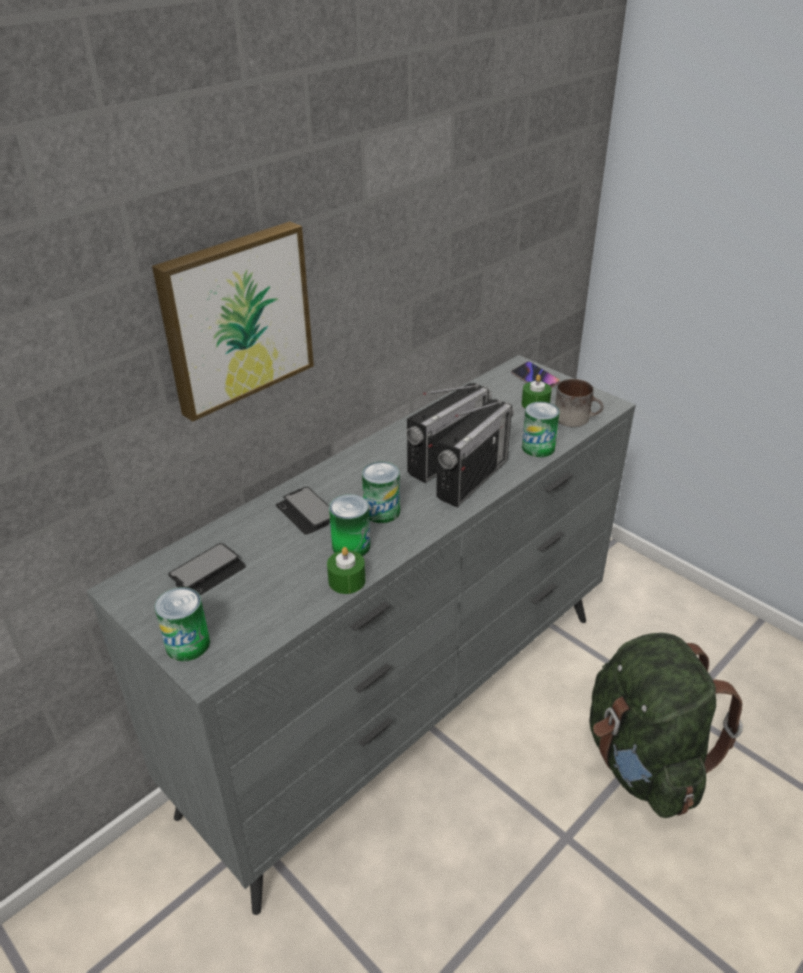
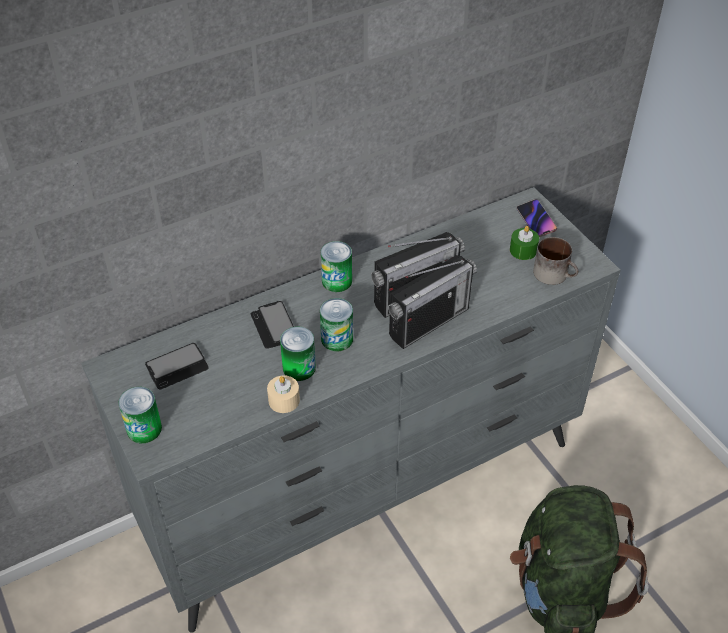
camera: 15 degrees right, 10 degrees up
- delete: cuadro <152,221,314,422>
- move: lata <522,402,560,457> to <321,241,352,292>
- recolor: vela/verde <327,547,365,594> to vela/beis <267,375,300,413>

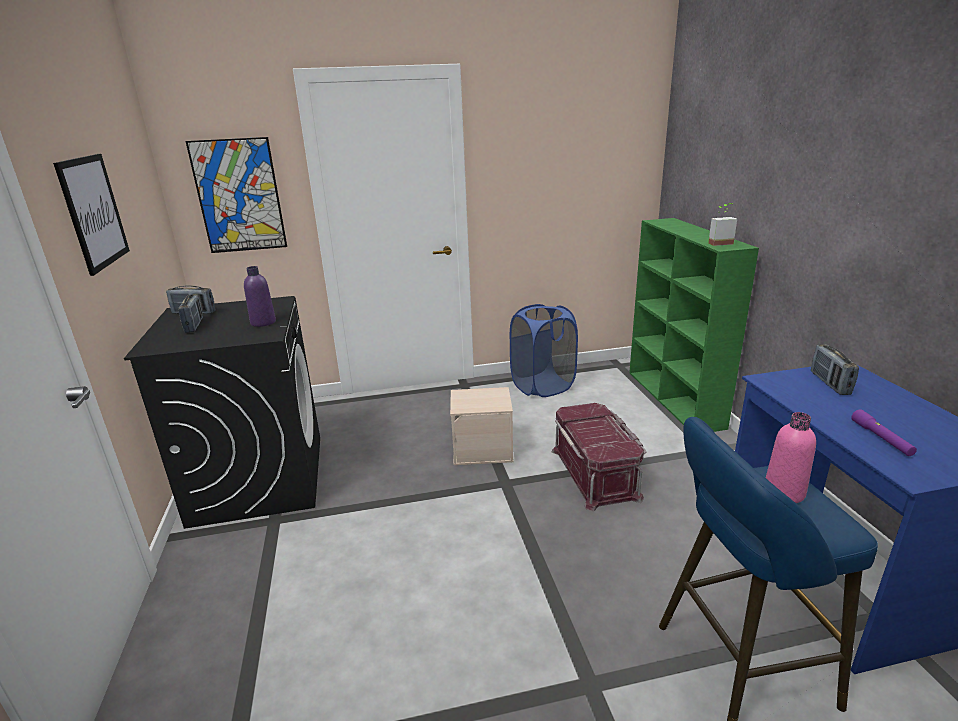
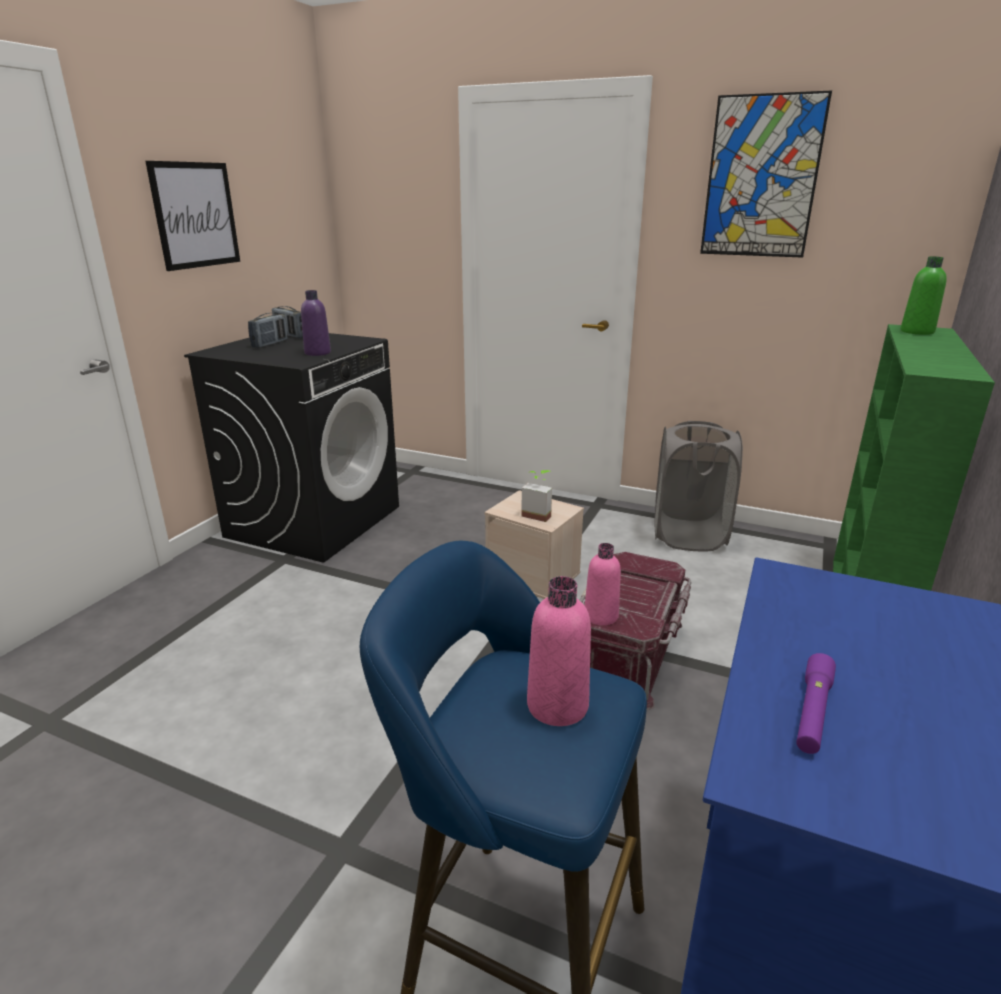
camera: 35 degrees right, 0 degrees up
- move: cuadro <186,137,287,253> to <700,90,832,258>
- move: planta en maceta <708,203,737,246> to <521,470,552,522>
- recolor: cesto de la ropa/azul <510,304,578,397> to cesto de la ropa/gris <654,421,743,551>
- delete: radio <811,344,859,395>
- insert: botella/verde <901,256,947,335>
- insert: botella/rosa <585,543,621,625>

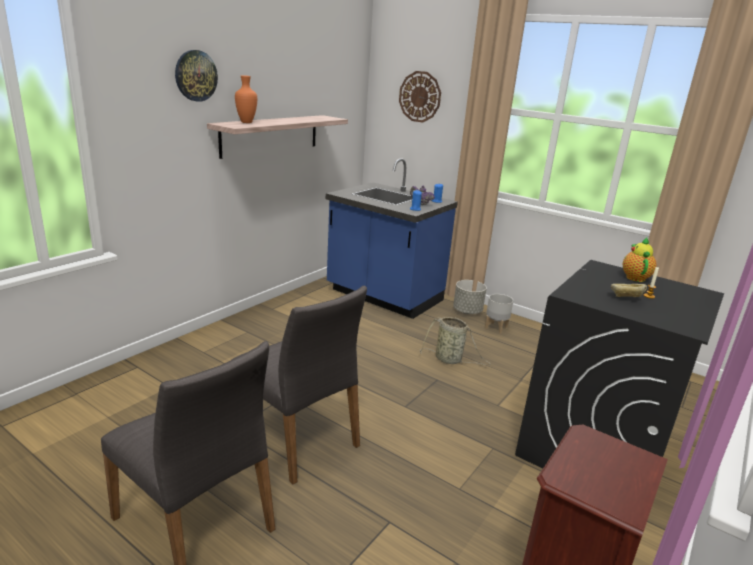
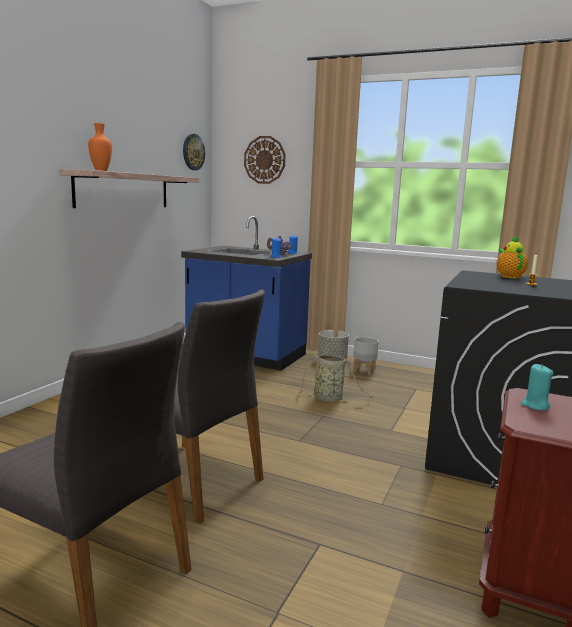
camera: 10 degrees left, 10 degrees down
- move: reloj de pared <175,50,218,102> to <183,134,205,170>
- delete: pan <611,284,647,297>
- insert: vela/turquesa <521,364,554,410>

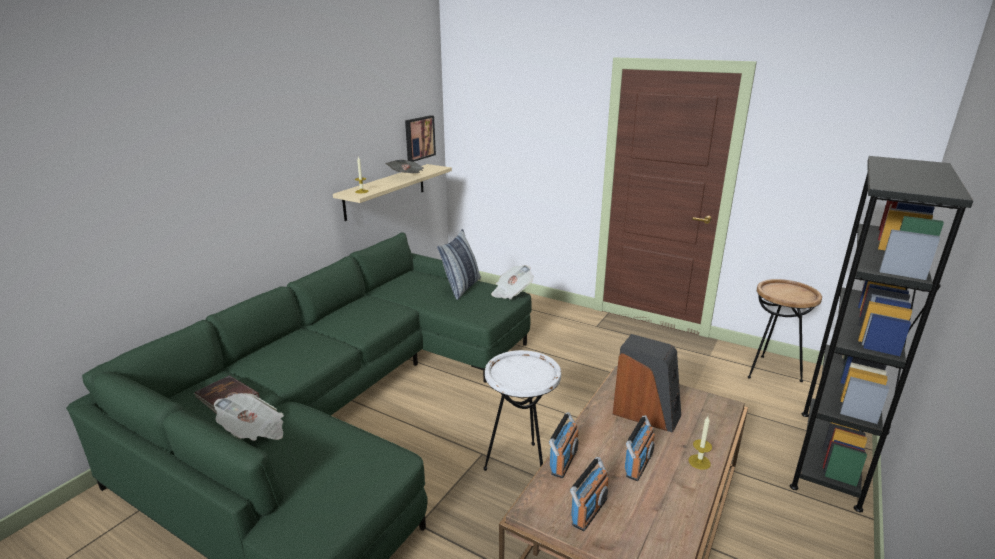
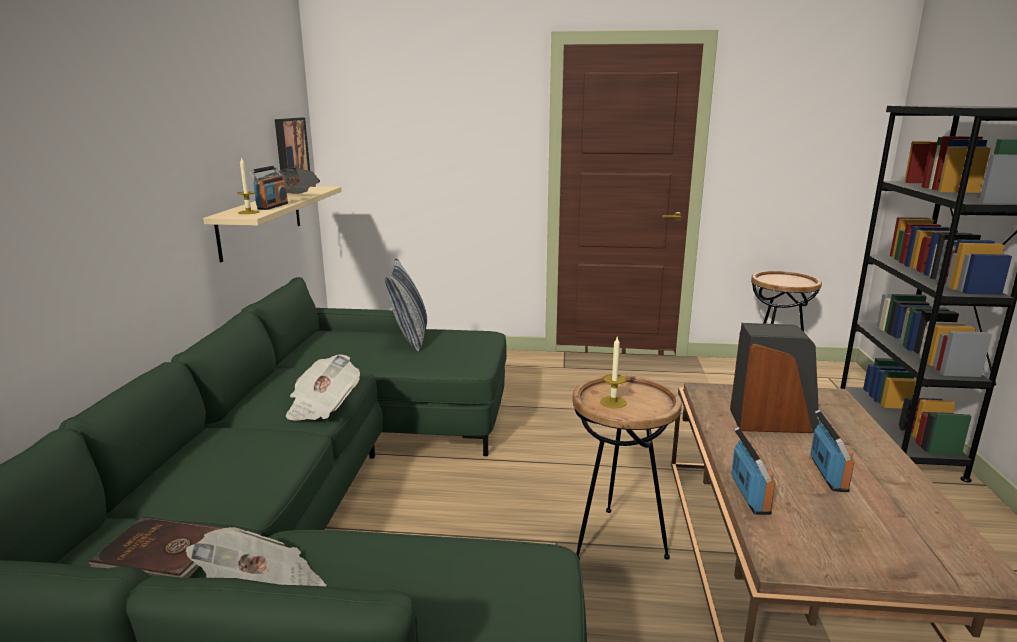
camera: 25 degrees left, 5 degrees down
- move: periódico <491,265,534,299> to <286,354,360,421>
- recolor: mesa auxiliar/blanco <483,350,561,471> to mesa auxiliar/marrón <572,375,682,560>
- move: vela <688,416,712,470> to <600,337,627,408>
- move: radio <570,457,609,531> to <249,166,288,210>

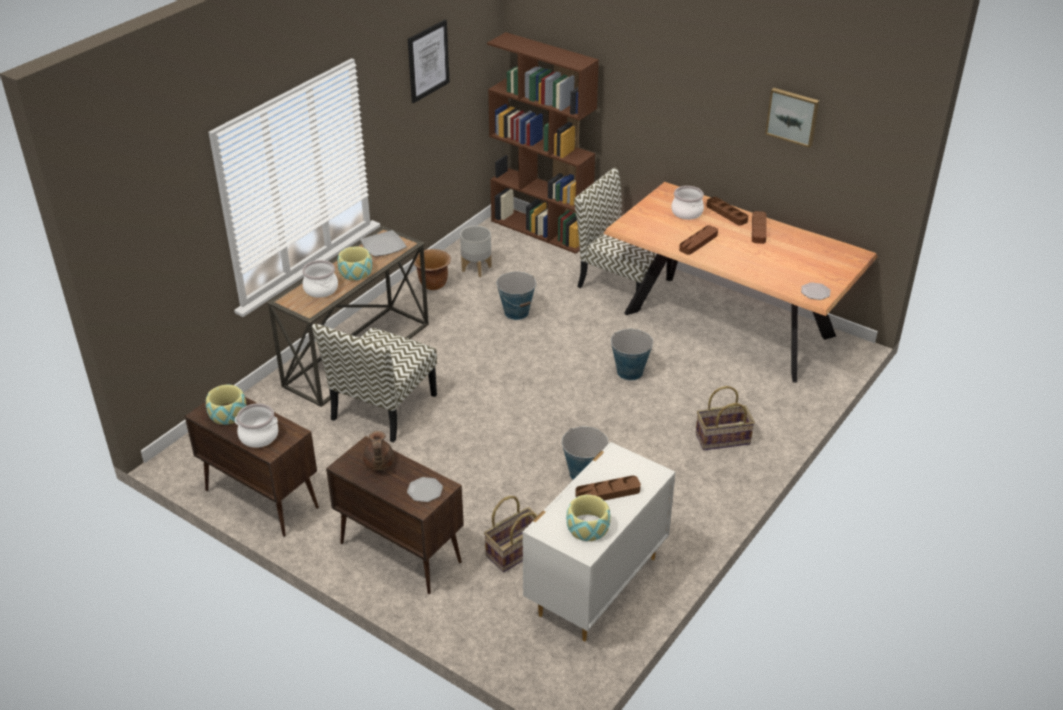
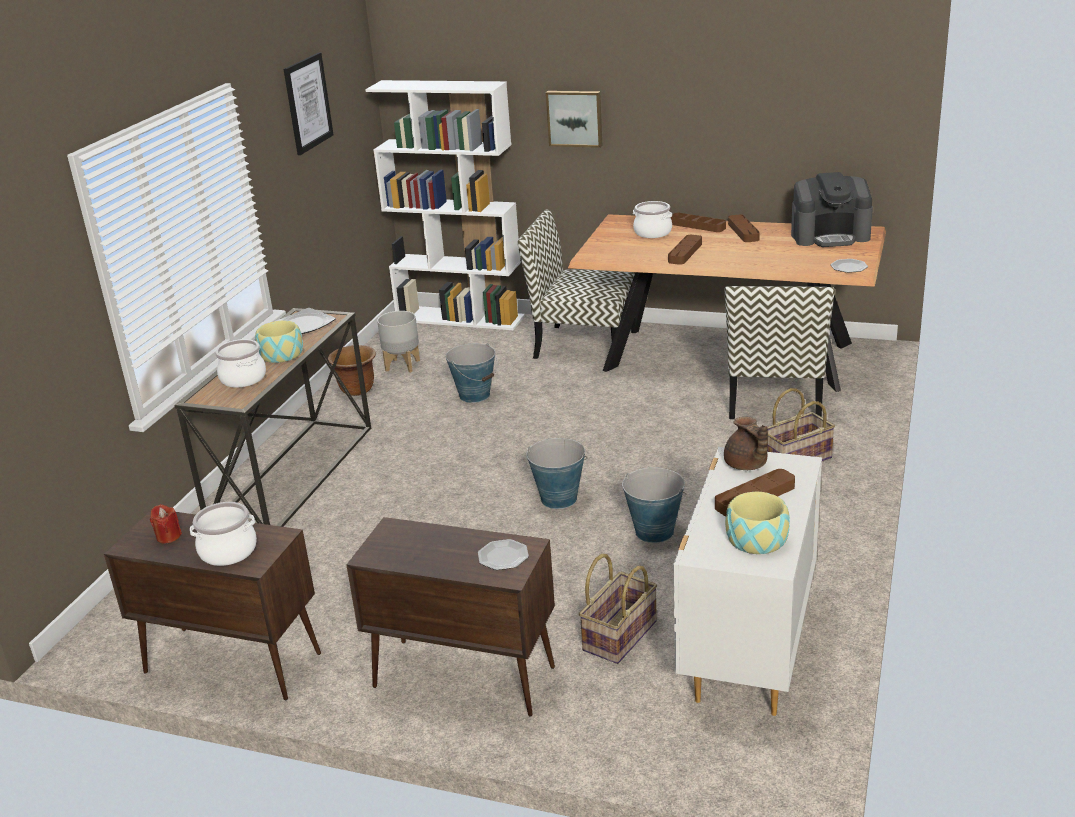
camera: 15 degrees left, 10 degrees down
- recolor: estantería/marrón <487,32,599,254> to estantería/blanco <365,80,525,330>
- move: cuadro <765,88,819,148> to <546,91,602,148>
- move: silla <312,324,437,443> to <724,286,835,419>
- move: cubo <611,329,654,380> to <527,438,587,509>
- replace: cuenco <206,385,247,425> to vela/rojo <150,504,182,543>
- move: tetera/marrón <363,431,394,470> to <724,417,768,470>
- insert: cafetera <791,172,873,247>

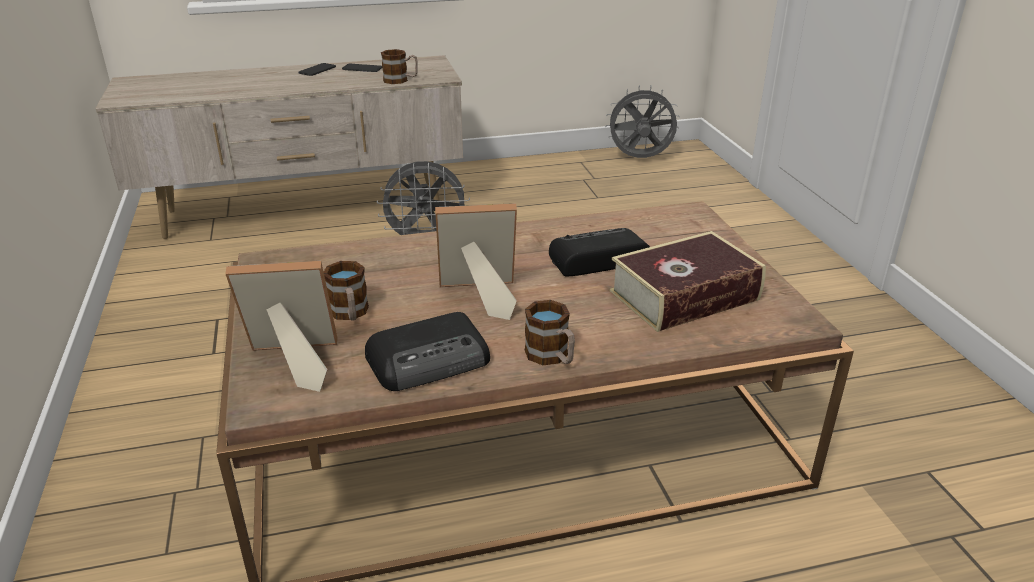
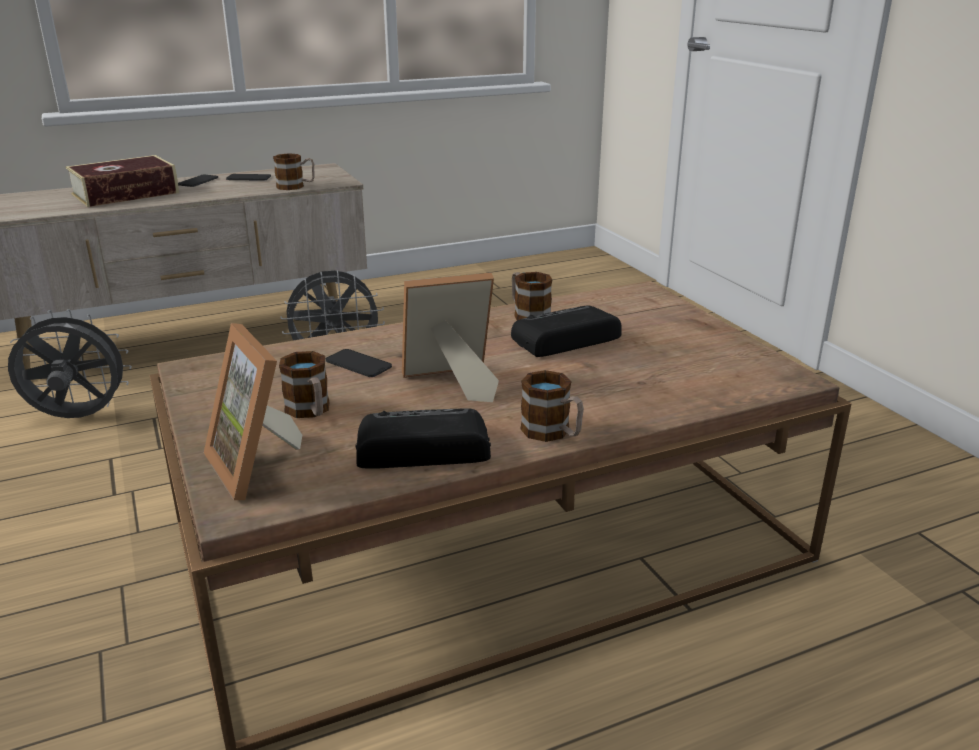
camera: 10 degrees left, 5 degrees down
- move: ventilador/gris <605,85,680,158> to <8,309,132,418>
- move: libro <610,231,766,332> to <66,155,179,207>
- rotate: portarretratos <225,261,338,392> = <204,323,302,500> 105 degrees counterclockwise
- rotate: radio <365,312,490,391> = <356,408,491,469> 150 degrees counterclockwise
- insert: taza grande <512,272,552,320>
- insert: móvil <326,349,392,377>

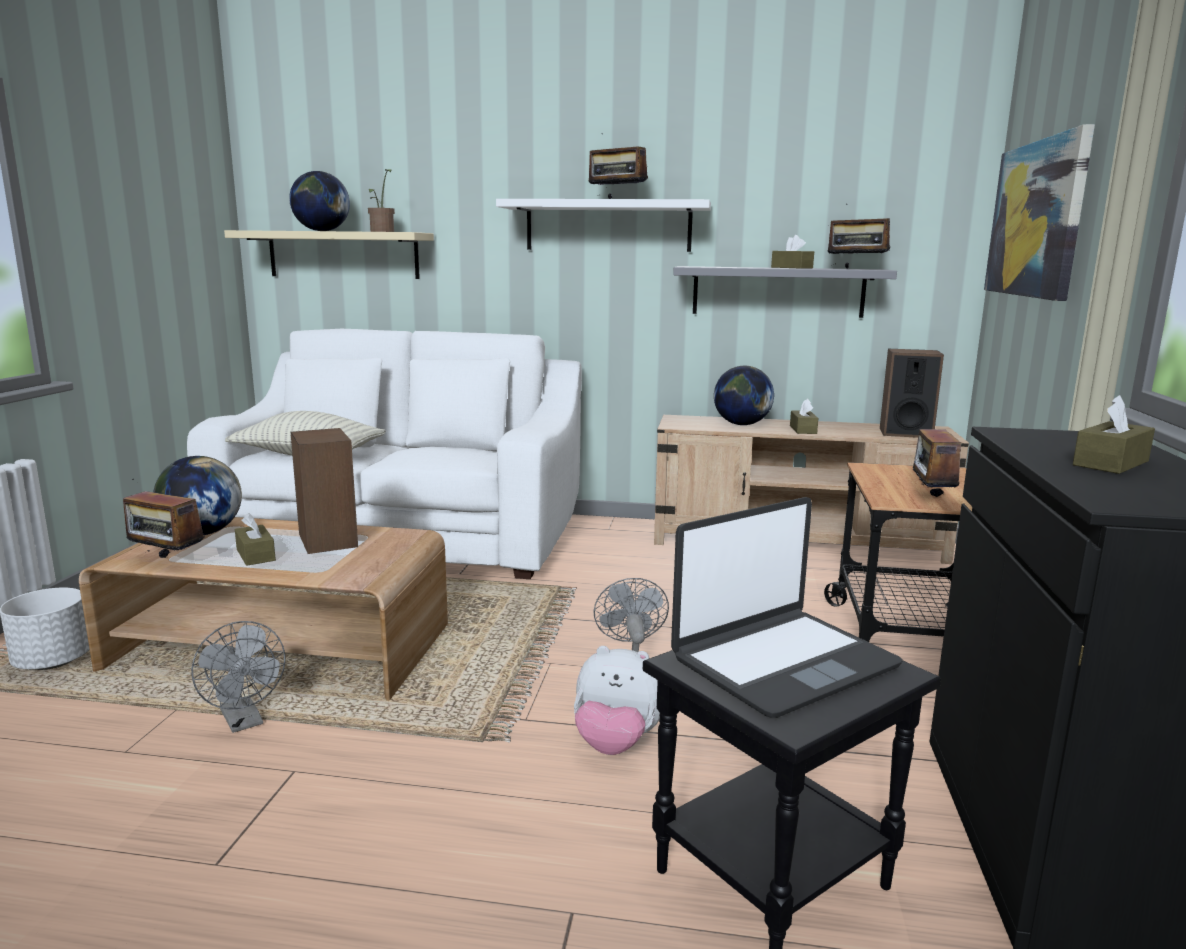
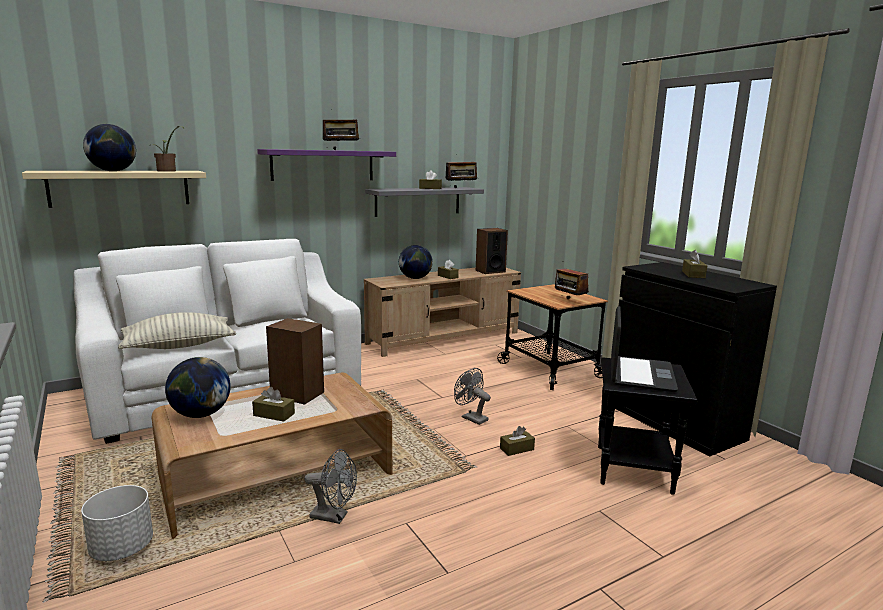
camera: 40 degrees left, 0 degrees up
- delete: cuadro <984,124,1095,301>
- recolor: estante/blanco <496,199,711,252> to estante/morado <257,149,396,181>
- delete: radio <123,479,205,558>
- replace: peluche <574,646,660,755> to caja de pañuelos/marrón <500,426,535,456>

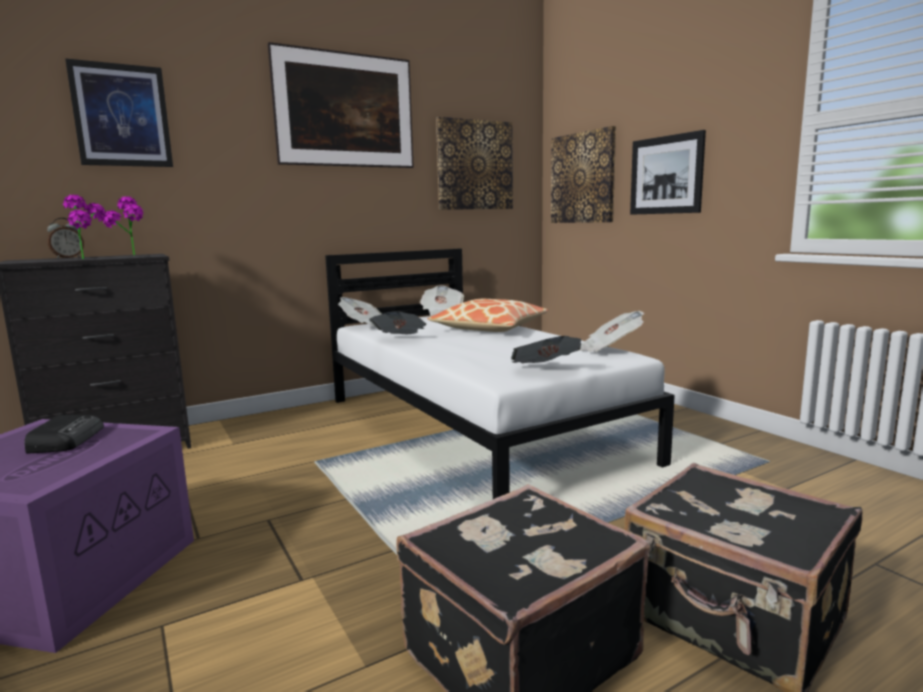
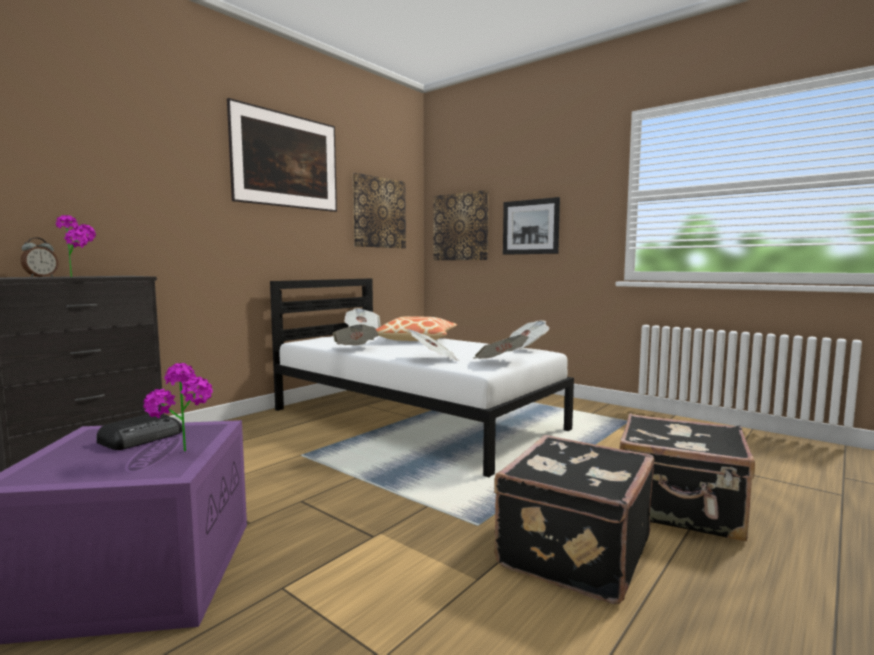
camera: 20 degrees left, 5 degrees down
- delete: cuadro <65,58,173,167>
- move: planta en maceta <102,197,144,256> to <143,363,213,452>
- move: periódico <338,297,382,327> to <407,329,459,361>
- rotate: radio <25,415,104,454> = <97,414,182,450> 60 degrees clockwise

